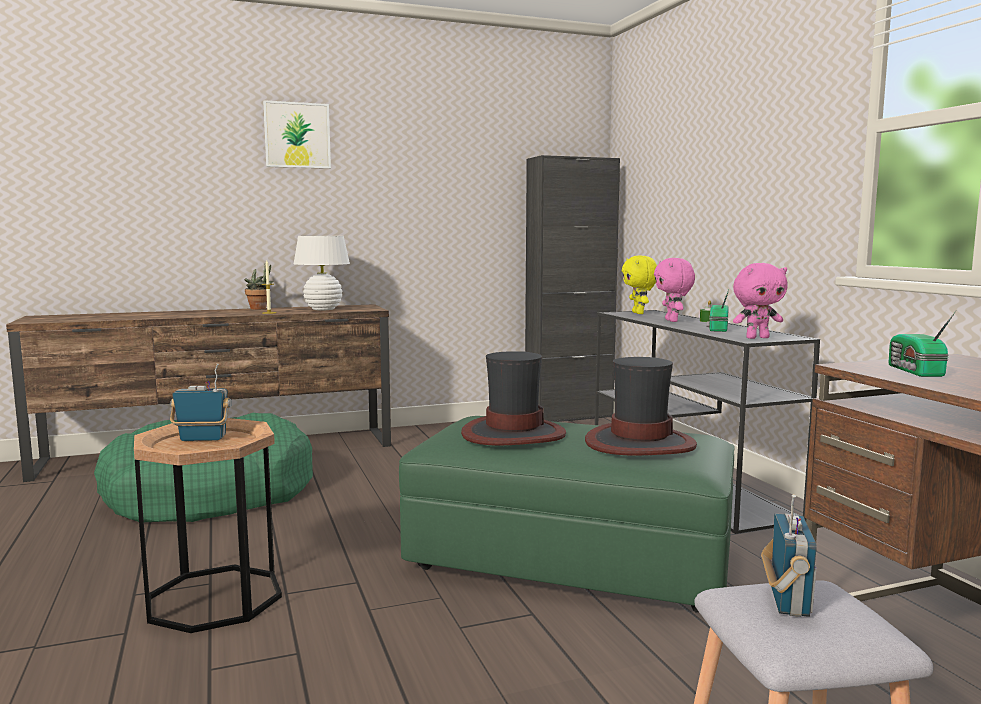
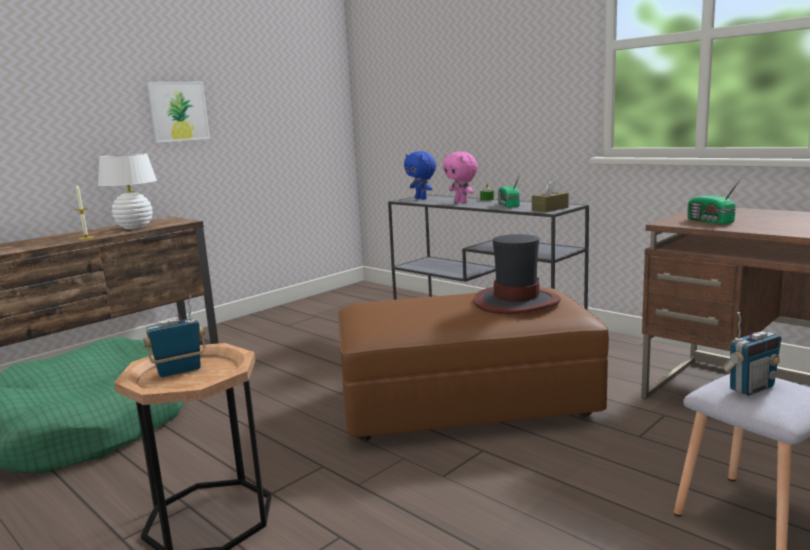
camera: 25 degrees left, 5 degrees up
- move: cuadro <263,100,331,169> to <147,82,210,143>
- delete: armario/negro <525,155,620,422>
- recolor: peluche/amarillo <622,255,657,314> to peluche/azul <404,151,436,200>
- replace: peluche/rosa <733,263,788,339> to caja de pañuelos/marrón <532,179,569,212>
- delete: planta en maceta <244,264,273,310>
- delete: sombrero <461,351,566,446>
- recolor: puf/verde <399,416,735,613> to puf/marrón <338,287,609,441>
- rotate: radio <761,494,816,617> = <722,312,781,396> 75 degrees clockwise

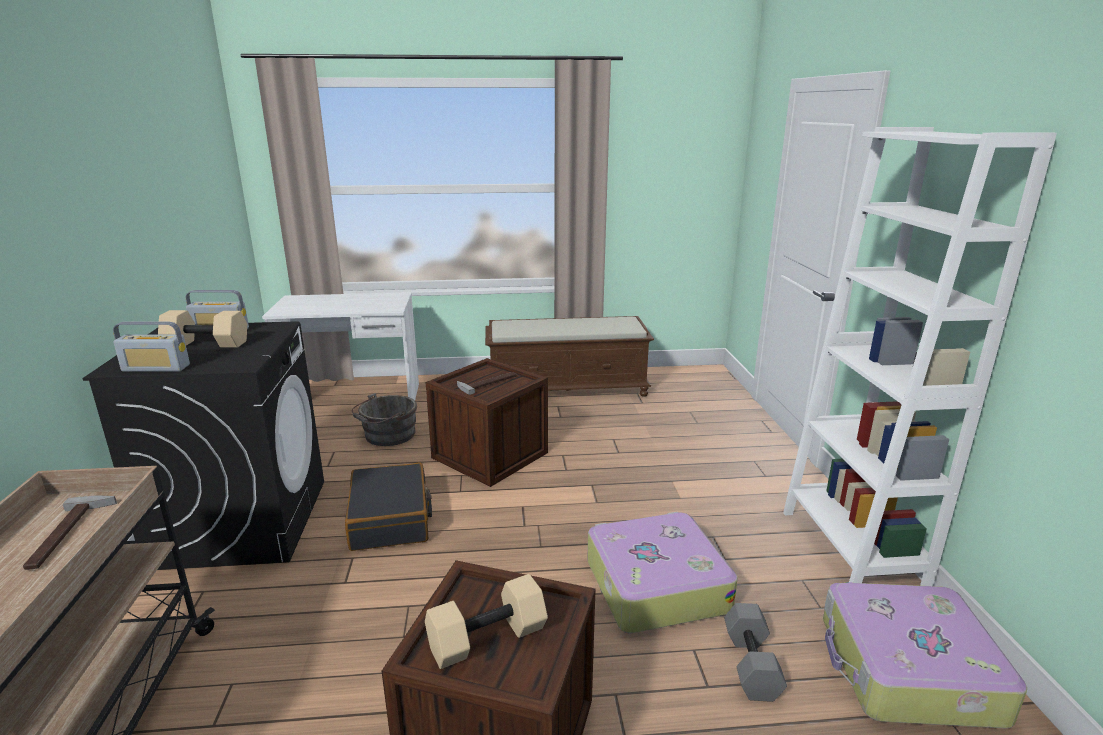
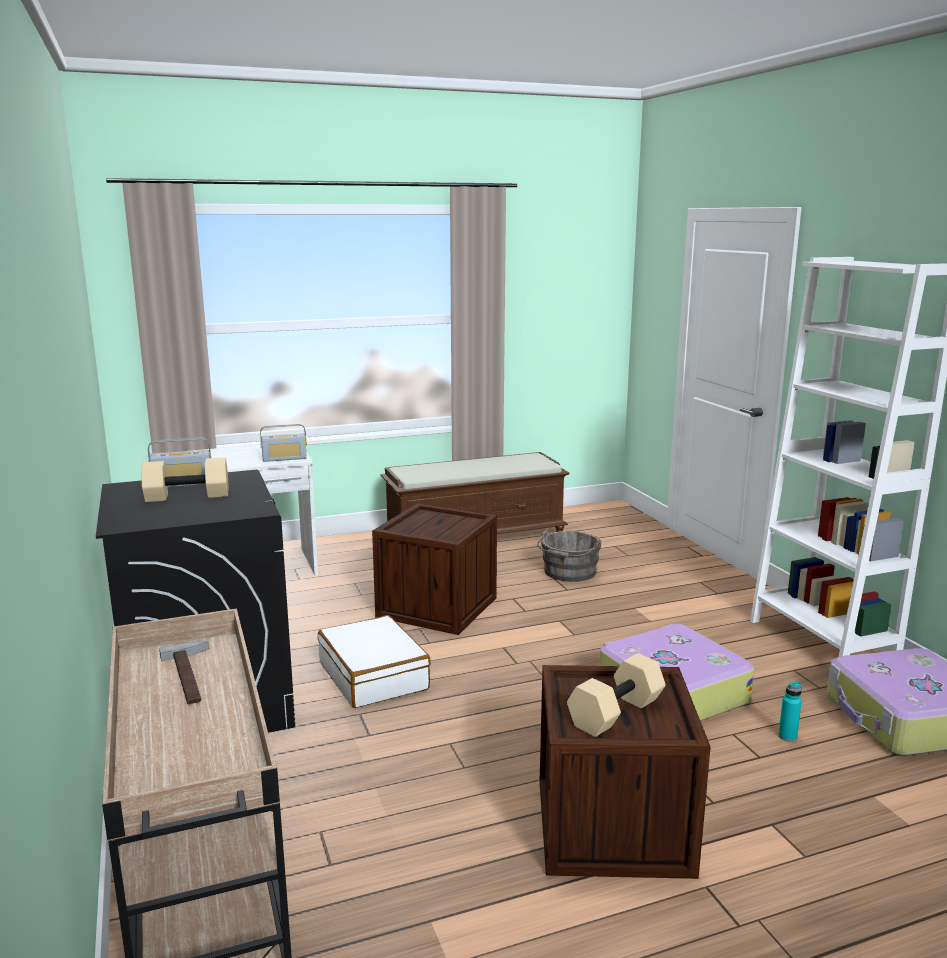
camera: 15 degrees left, 5 degrees down
- move: radio <113,322,190,372> to <260,424,307,462>
- delete: martillo <457,372,517,395>
- move: cubo/gris <352,393,417,446> to <537,530,602,582>
- recolor: maleta/negro <345,463,432,551> to maleta/blanco <318,615,431,708>
- replace: mancuerna/gris <724,603,787,702> to botella/turquesa <778,682,802,742>

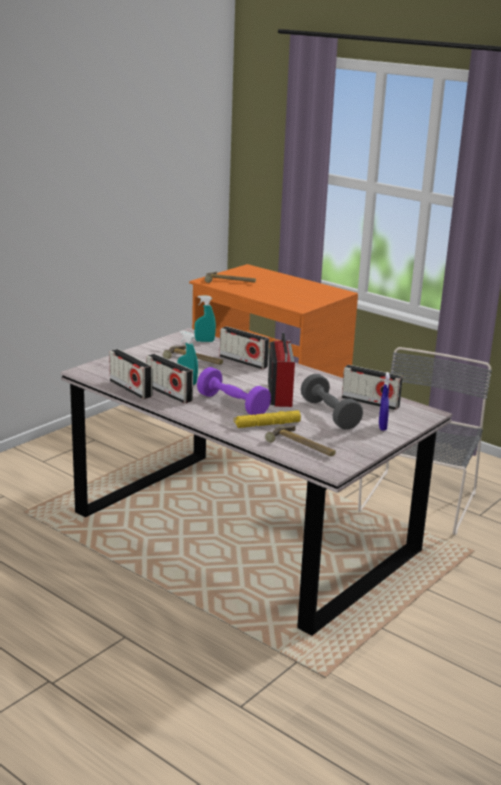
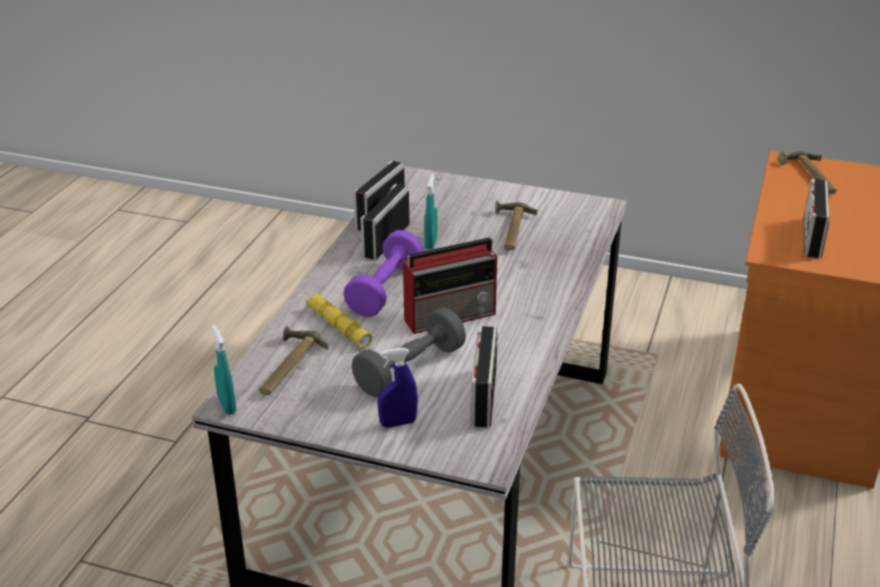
camera: 70 degrees right, 10 degrees up
- move: pulverizador/turquesa <194,295,216,342> to <212,325,236,415>
- move: radio <220,326,269,369> to <803,179,829,258>

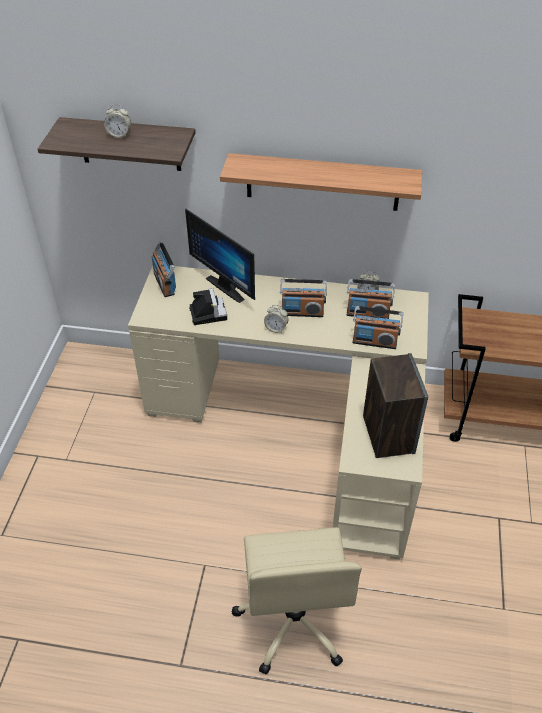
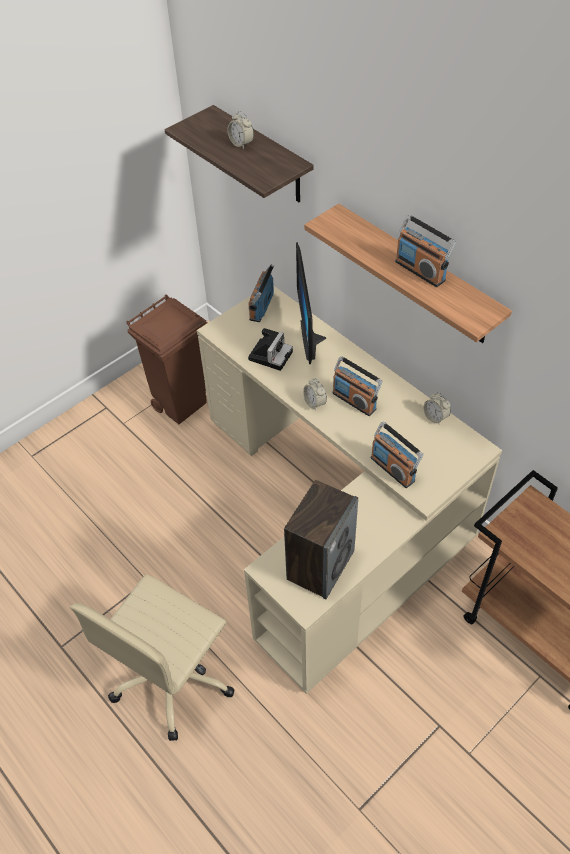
camera: 40 degrees right, 5 degrees up
- move: radio <347,279,395,319> to <395,215,456,287>
- insert: papelera/marrón <126,294,207,424>

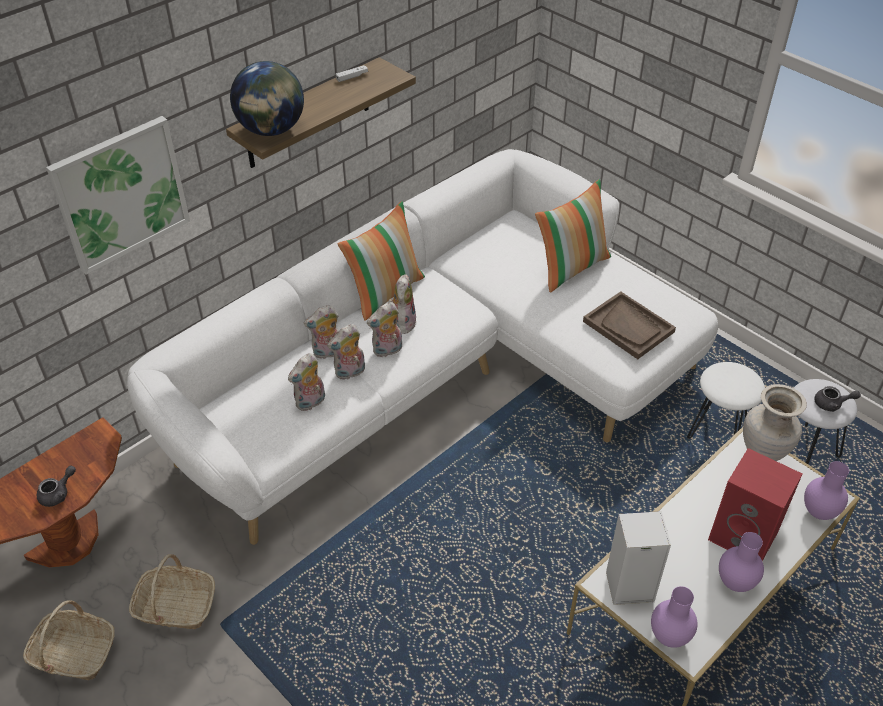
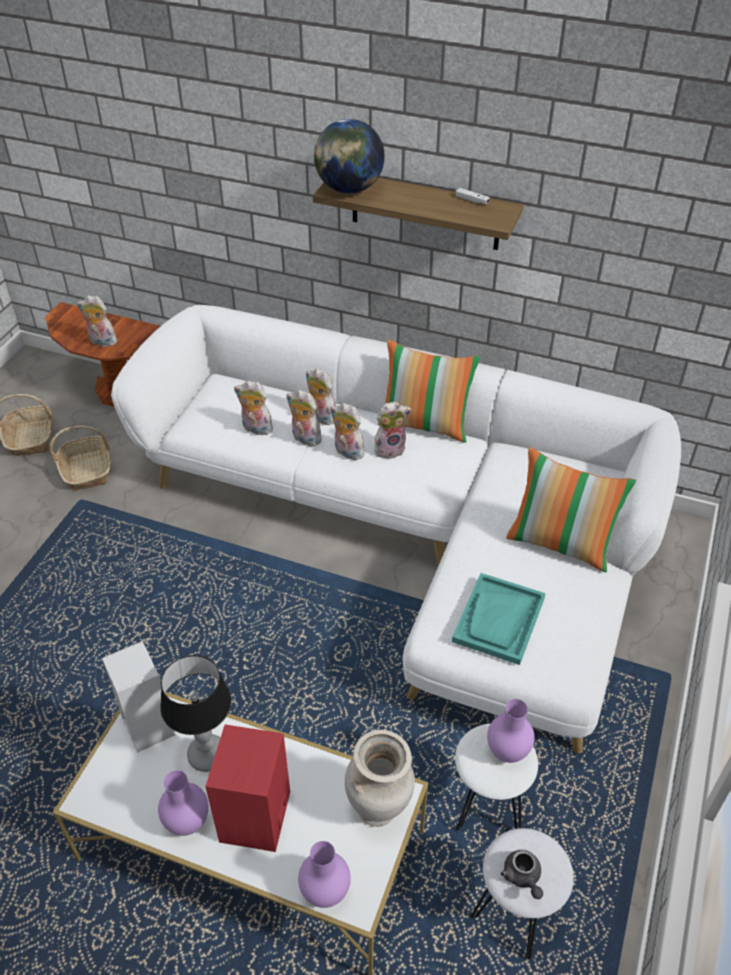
camera: 65 degrees right, 0 degrees up
- delete: cuadro <46,116,190,275>
- recolor: bandeja/marrón <583,291,676,359> to bandeja/turquesa <452,573,546,665>
- replace: tetera/gris <37,466,76,507> to peluche <77,295,117,347>
- move: florero/morado <651,586,698,648> to <487,699,535,763>
- insert: lámpara de mesa <160,655,231,772>

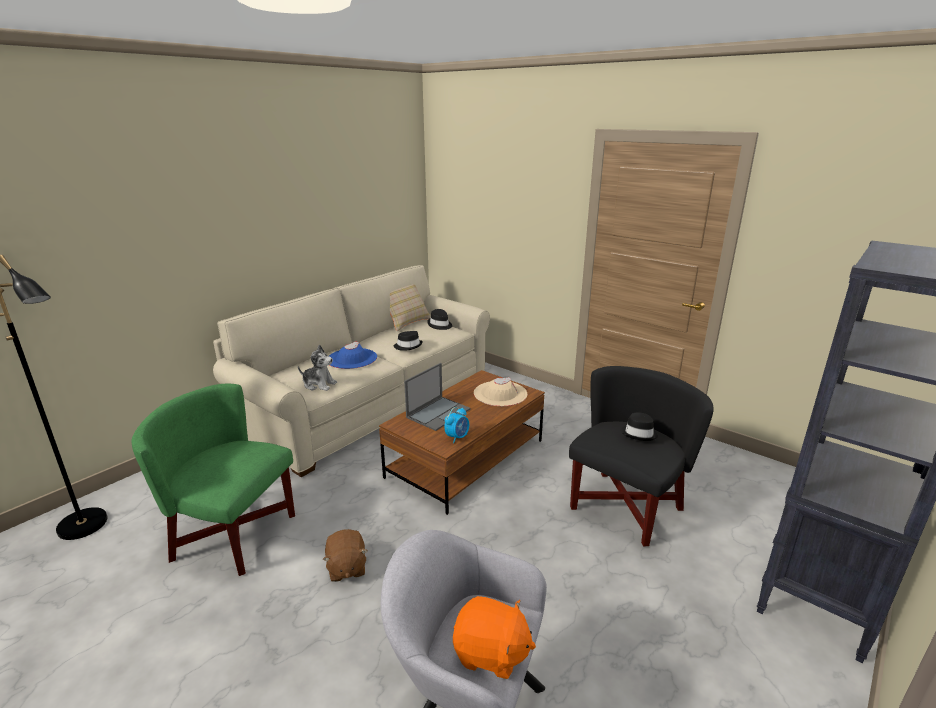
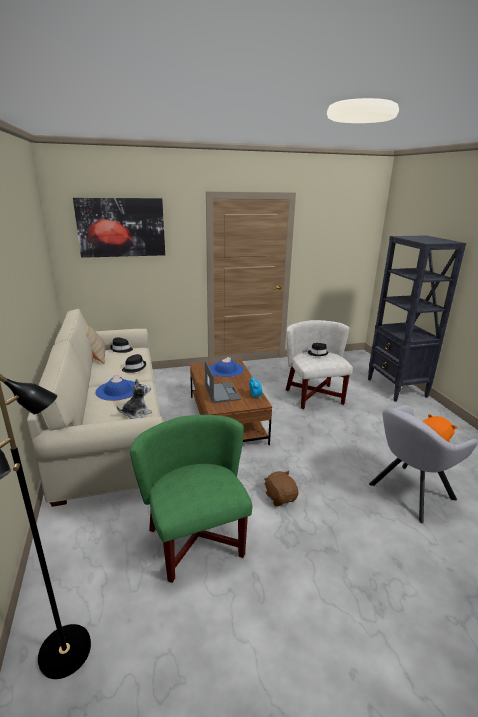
camera: 55 degrees left, 0 degrees up
- recolor: sillón/negro <569,366,714,546> to sillón/blanco <286,320,353,409>
- recolor: sombrero/beis <474,377,528,406> to sombrero/azul <209,357,244,377>
- rotate: sillón/verde <132,384,295,576> = <130,415,252,583> 105 degrees clockwise
- rotate: peluche/marrón <323,529,367,582> = <264,471,298,506> 135 degrees counterclockwise
- insert: cuadro <73,198,165,258>

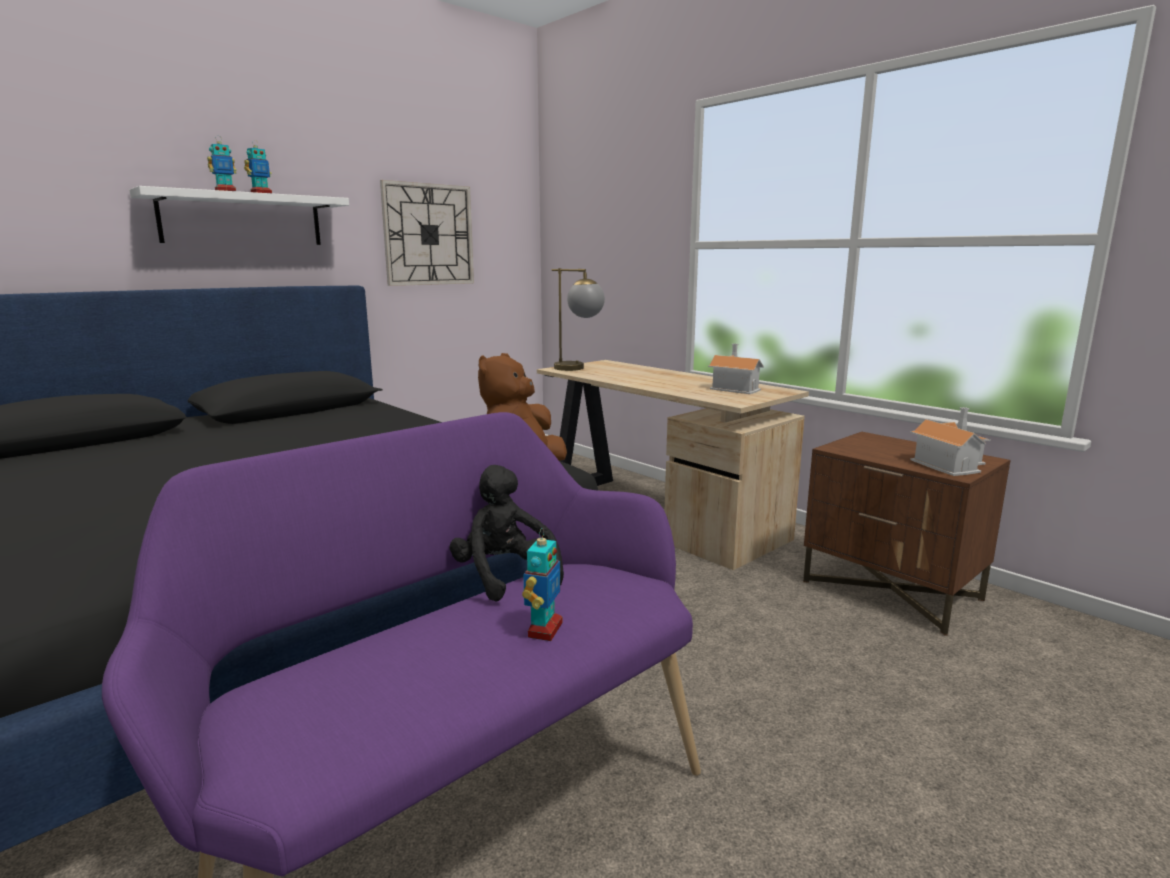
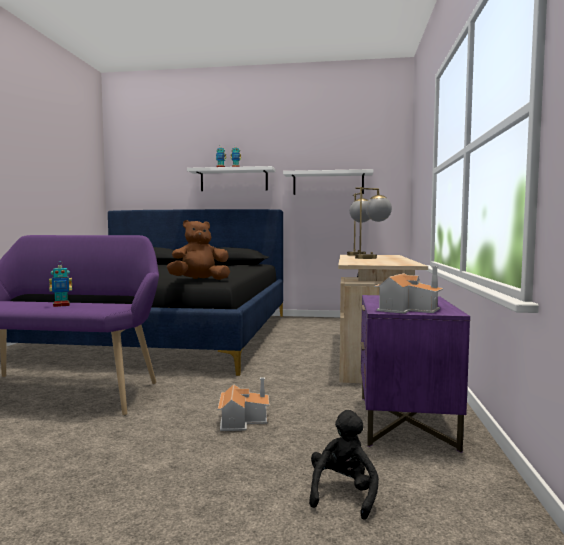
camera: 50 degrees right, 10 degrees down
- replace: reloj de pared <380,180,474,286> to estante/blanco <283,169,374,195>
- move: casita <708,344,764,394> to <218,377,269,431>
- recolor: mesita de noche/marrón <803,432,1011,636> to mesita de noche/morado <361,295,470,453>
- move: peluche/negro <449,465,564,602> to <309,410,379,520>
- insert: lámpara de mesa <355,187,392,259>

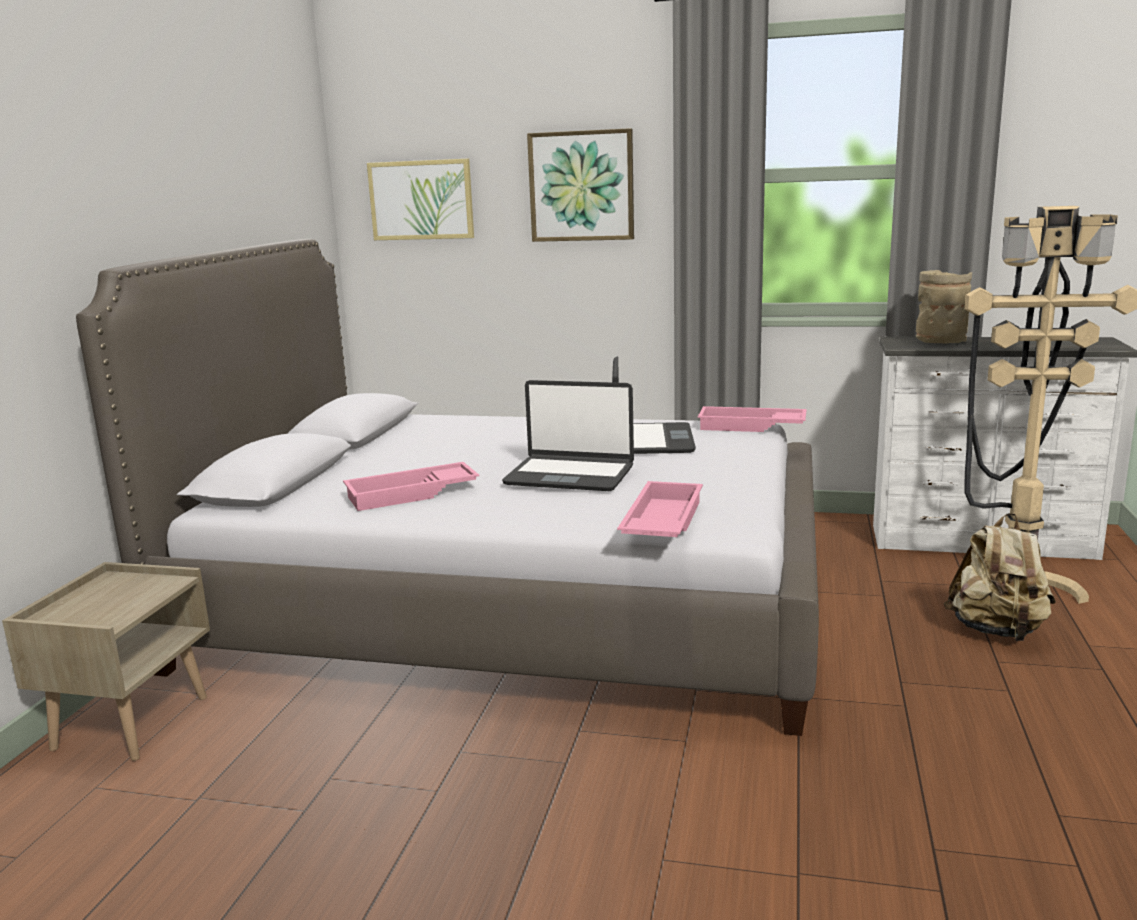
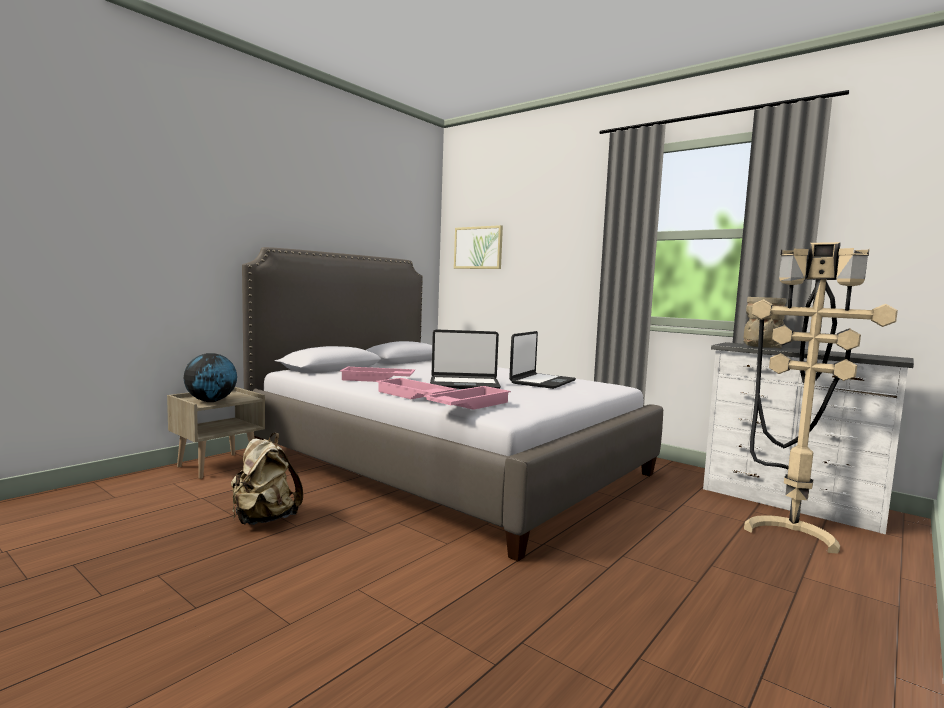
camera: 25 degrees right, 10 degrees down
- delete: cuadro <527,128,634,242>
- rotate: portátil <502,380,634,491> = <430,329,501,389> 45 degrees counterclockwise
- move: bandeja/rosa <698,406,807,432> to <376,378,457,399>
- move: mochila/beis <944,513,1056,641> to <231,433,303,525>
- insert: globo terráqueo <184,353,237,402>

